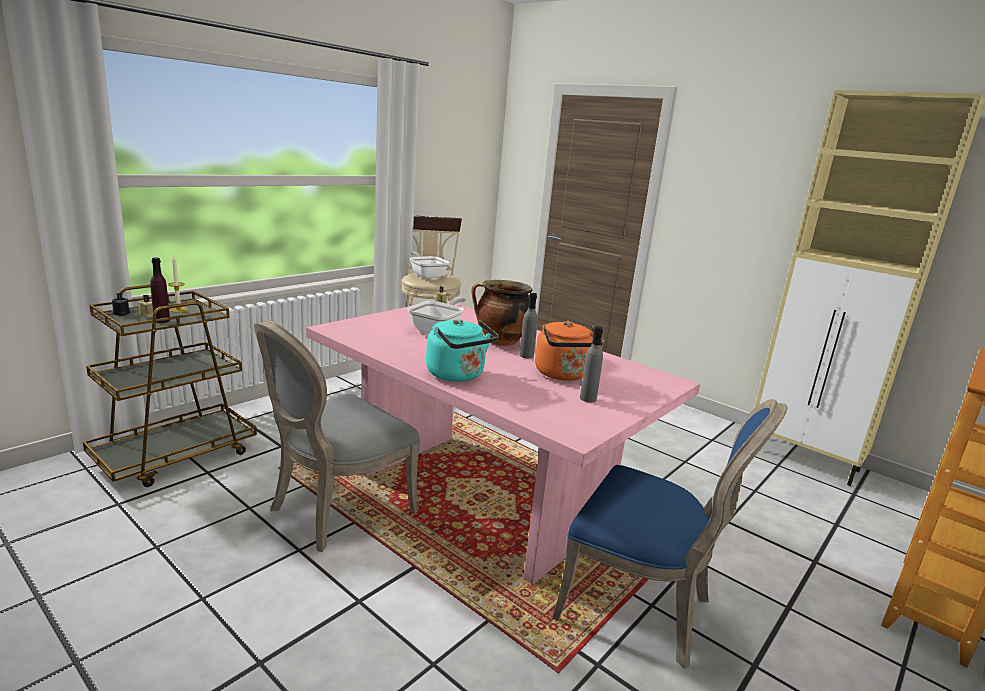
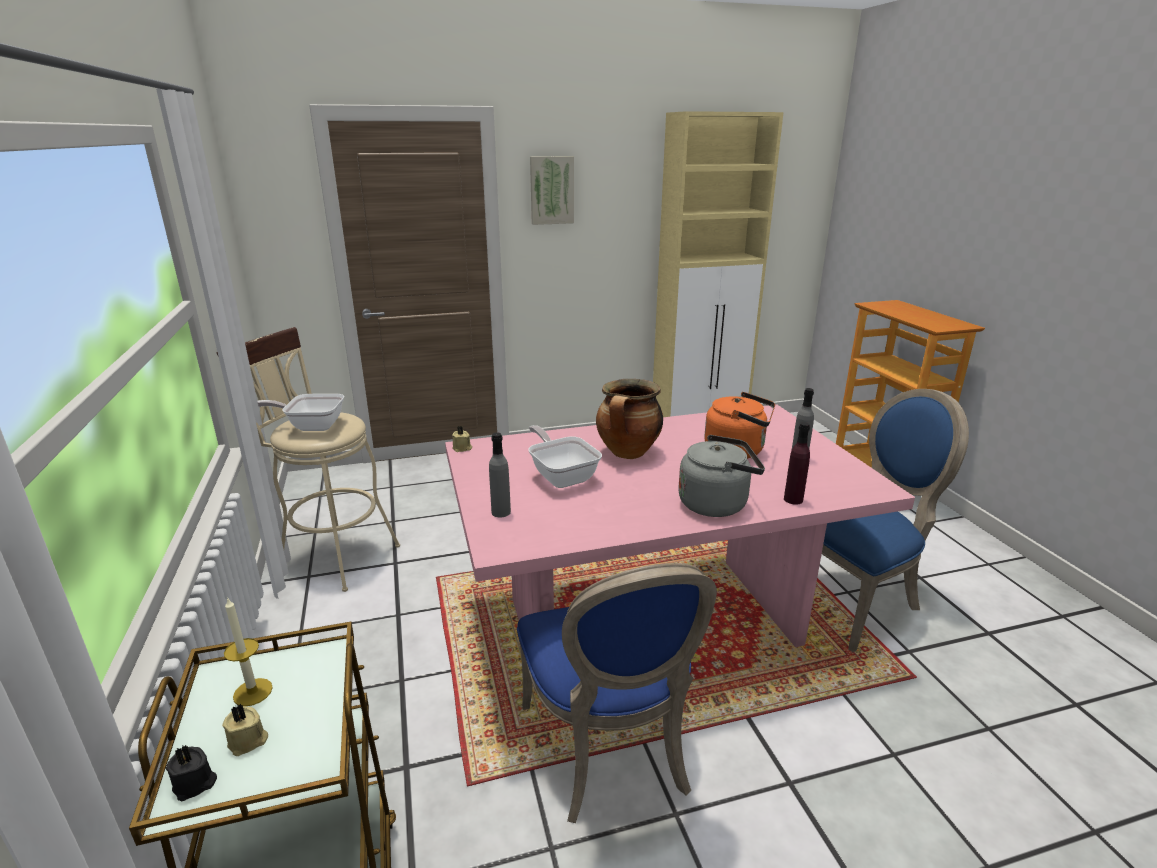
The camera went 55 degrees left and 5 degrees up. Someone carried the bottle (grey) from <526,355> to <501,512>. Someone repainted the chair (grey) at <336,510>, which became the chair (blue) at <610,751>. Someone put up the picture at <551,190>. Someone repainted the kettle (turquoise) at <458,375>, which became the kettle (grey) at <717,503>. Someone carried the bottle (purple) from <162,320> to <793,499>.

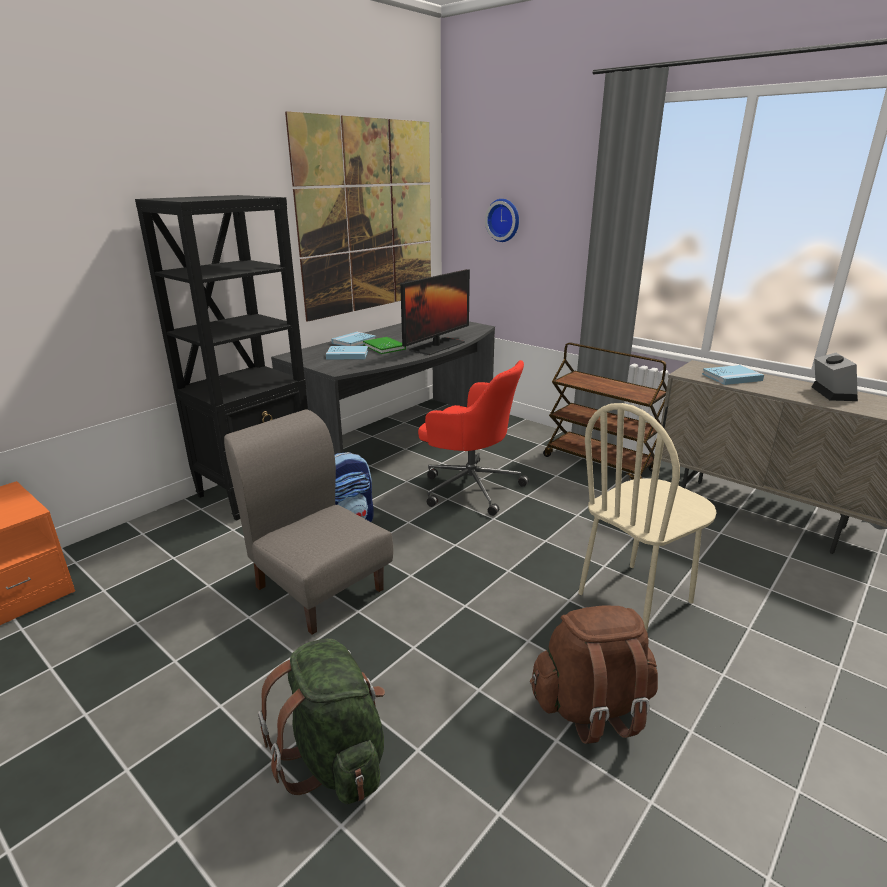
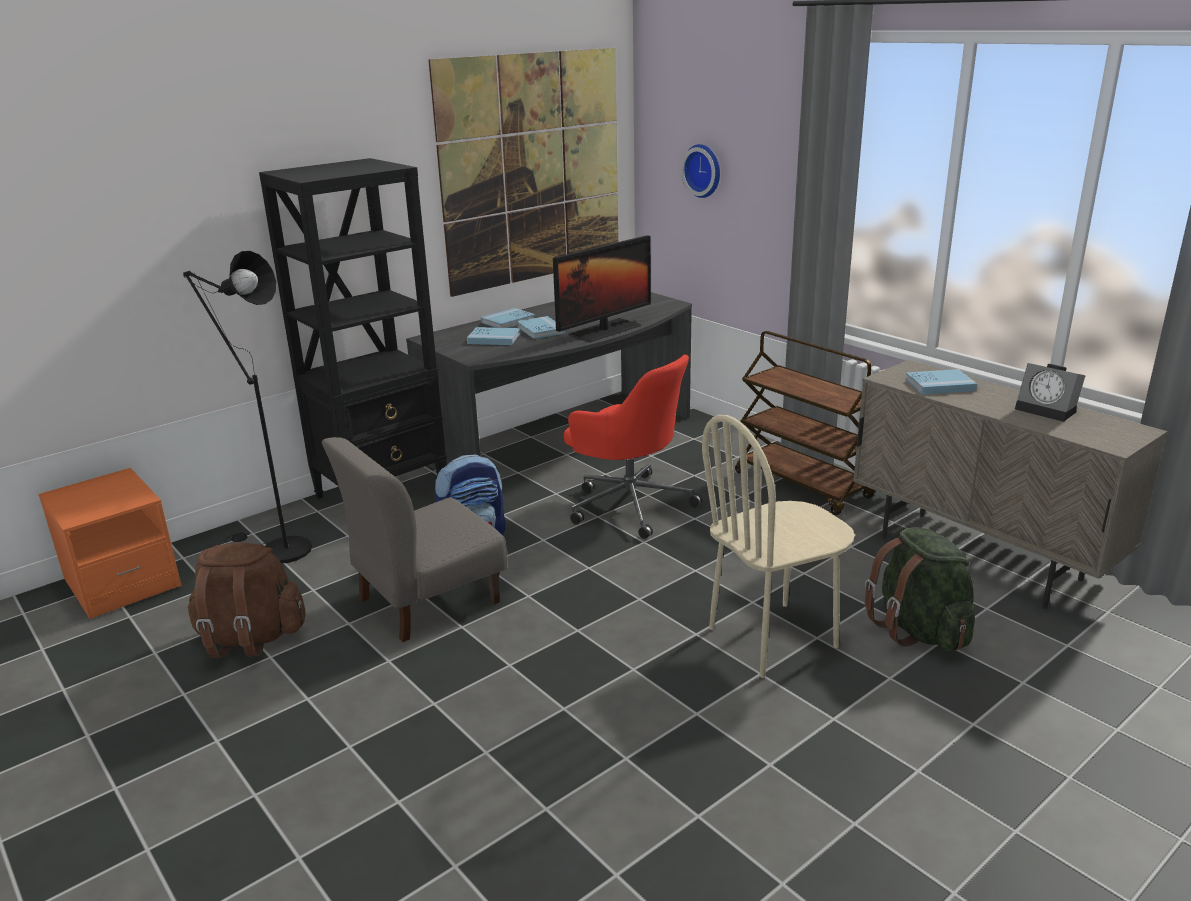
The camera went 10 degrees right and 0 degrees up. Someone put down the floor lamp (black) at <278,550>. Someone carried the backpack (brown) from <591,707> to <250,638>. Someone rotated the chair (grey) at <319,587> by 90 degrees counterclockwise. Someone repainted the book (green) at <384,347>, which became the book (blue) at <541,330>. Someone carried the backpack (green) from <335,757> to <918,630>. Someone rotated the alarm clock at <830,393> by 120 degrees clockwise.

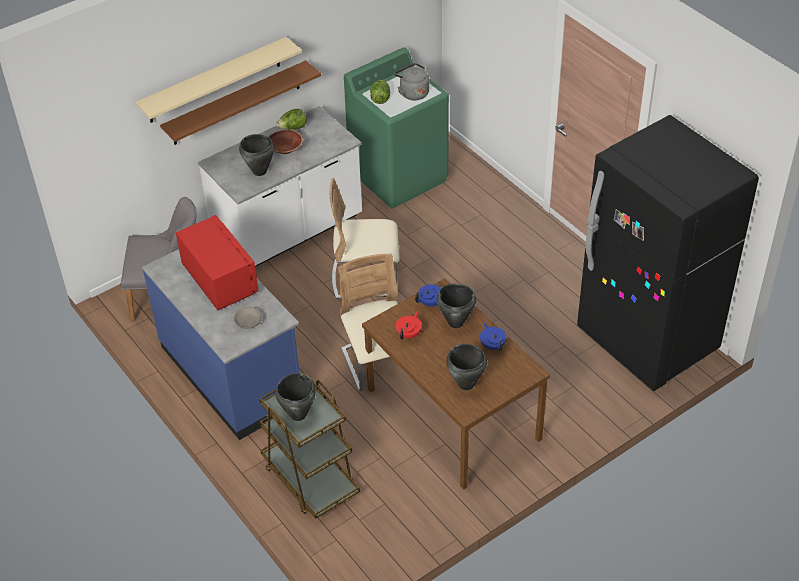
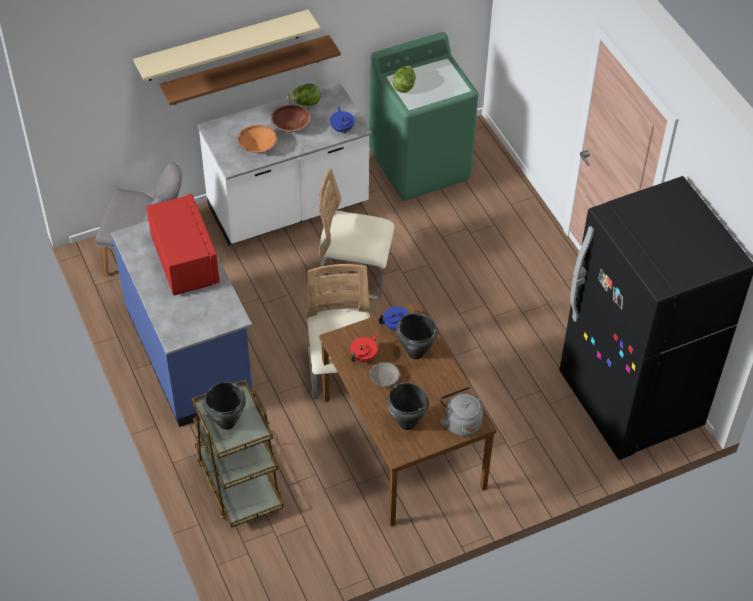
The camera went 10 degrees right and 5 degrees up. Someone swapped the cooking pot (black) at <259,171> for the bowl (orange) at <257,147>. Someone carried the teapot (blue) from <492,345> to <342,129>. Someone carried the bowl (grey) from <248,321> to <384,378>. Someone carried the kettle (grey) from <412,93> to <461,422>.

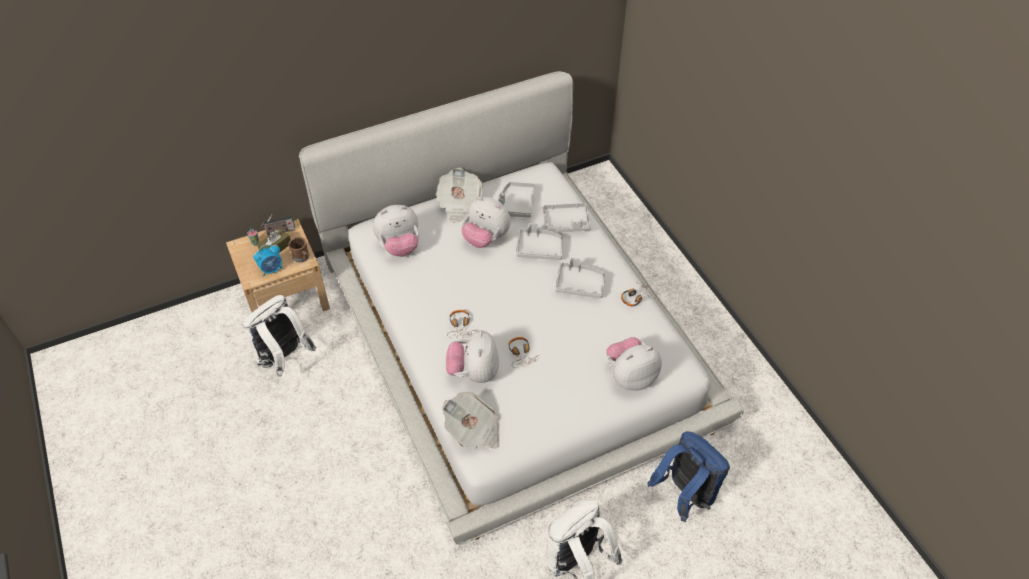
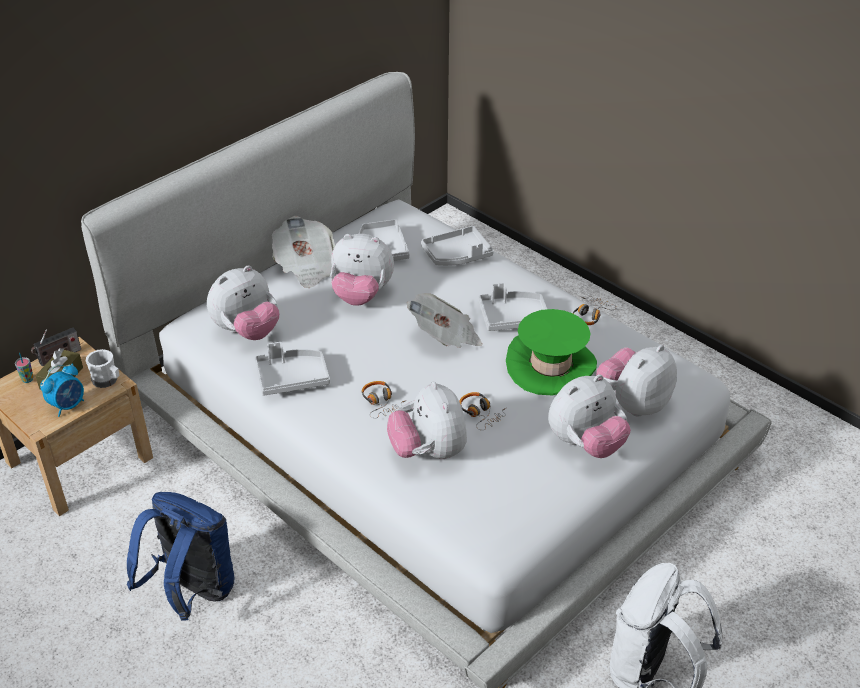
The camera went 20 degrees left and 10 degrees down. Someone repainted the mug (brown) at <302,257>, which became the mug (white) at <107,380>. Someone carried the backpack (blue) from <684,494> to <192,592>. Someone carried the tray (grey) from <539,248> to <292,378>. Someone carried the newspaper from <473,430> to <445,337>. Someone put down the hat (green) at <550,366>. Someone put down the plush toy at <585,444>. Someone took away the backpack (white) at <283,358>.

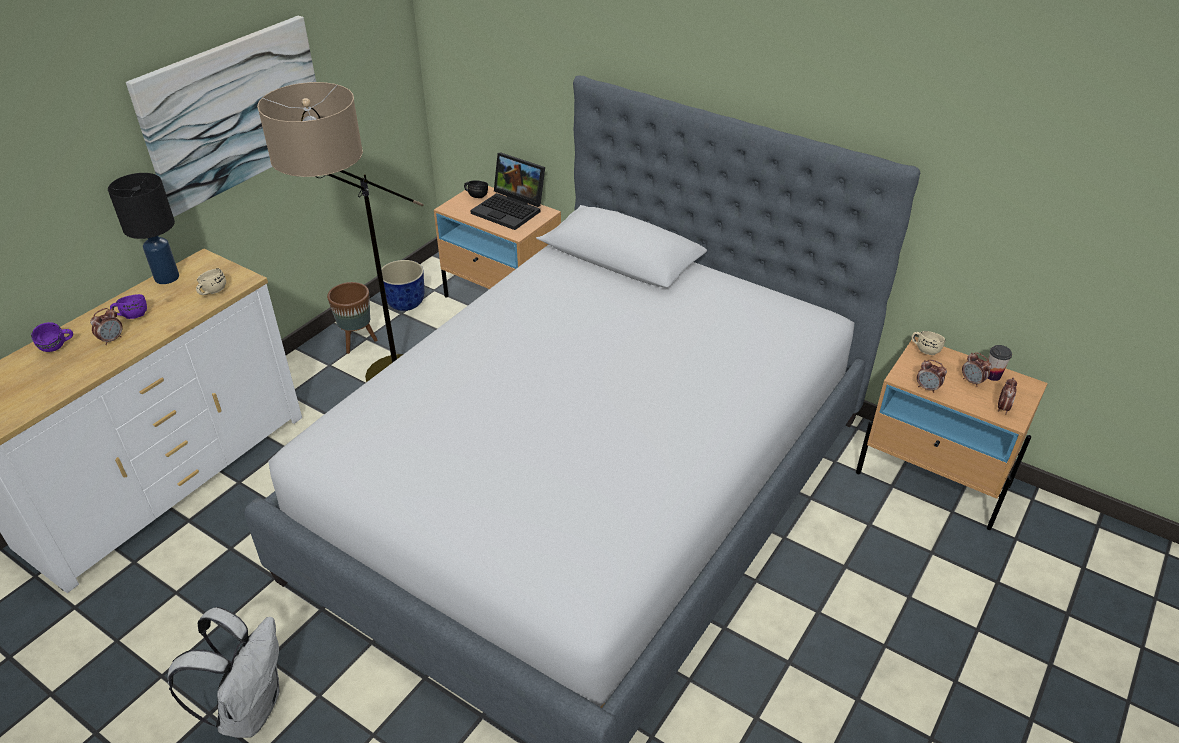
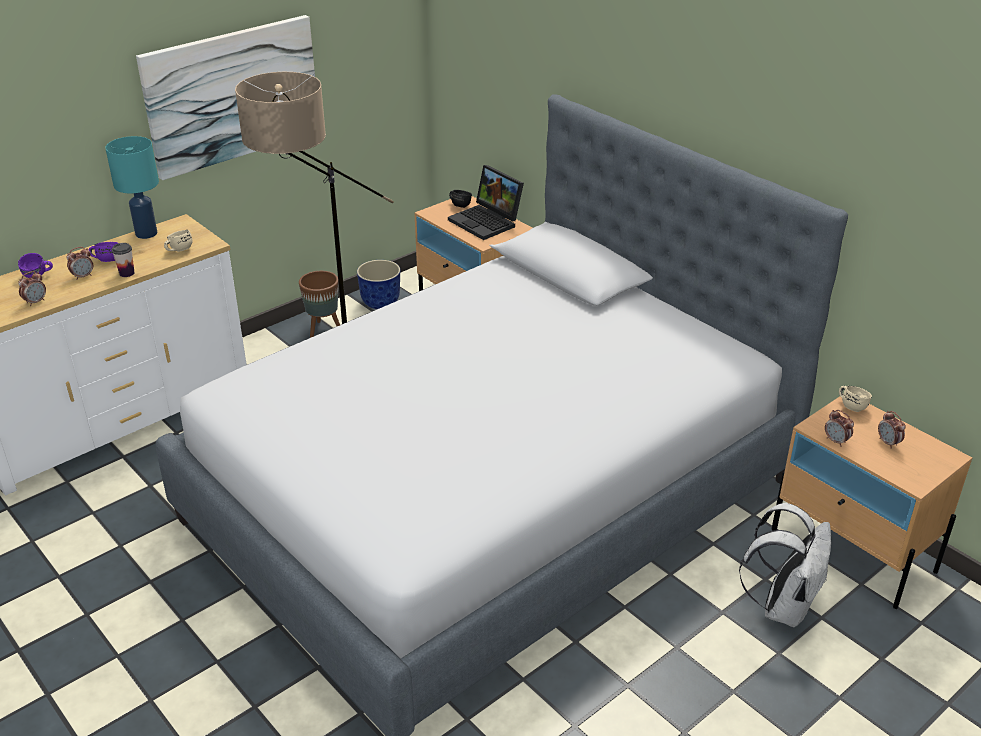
The camera went 15 degrees right and 5 degrees down. Someone carried the alarm clock from <1002,408> to <36,302>. Someone repainted the table lamp (black) at <167,277>, which became the table lamp (turquoise) at <147,233>. Someone carried the cup from <992,375> to <127,273>. Someone carried the backpack (white) from <250,708> to <783,606>.

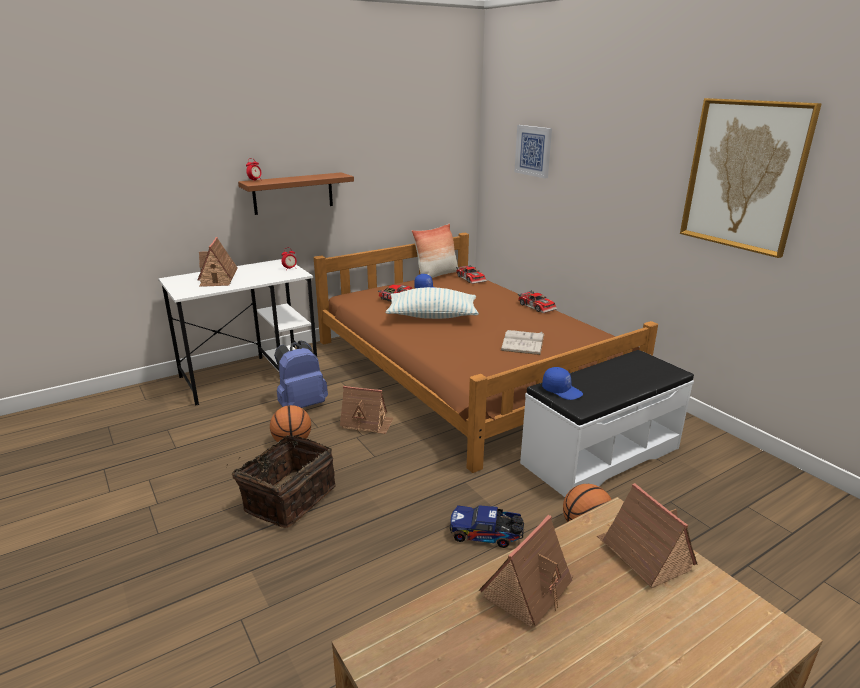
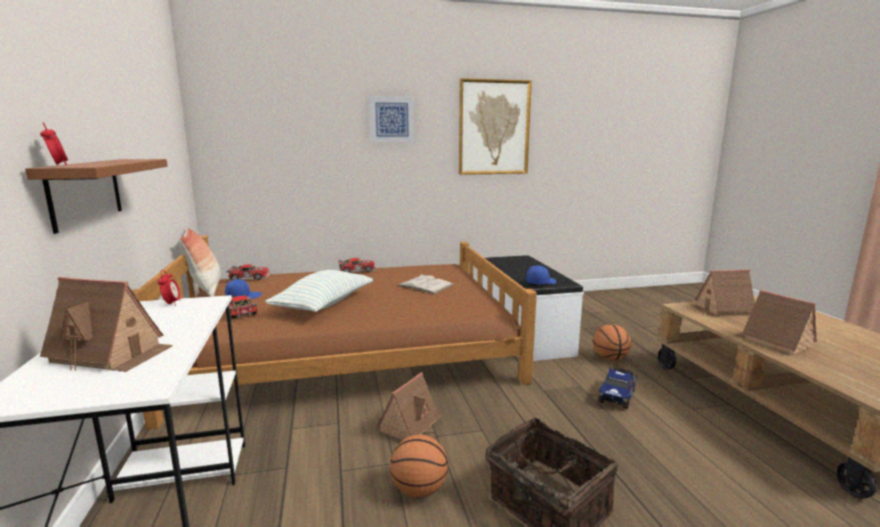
The camera went 70 degrees left and 10 degrees down. Someone carried the picture from <533,151> to <391,119>. Someone took away the backpack (blue) at <301,404>.

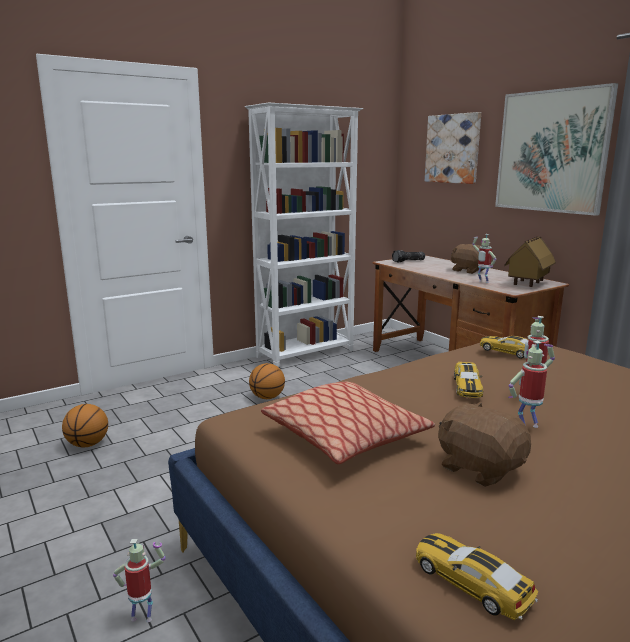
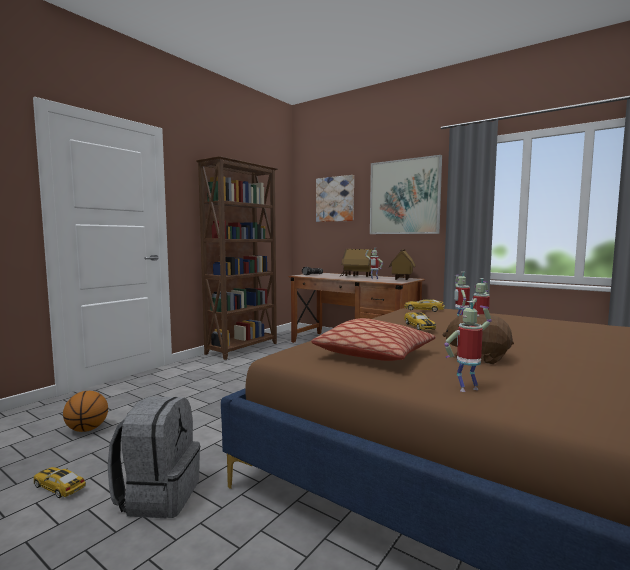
The camera went 20 degrees left and 10 degrees down. Someone carried the toy car from <470,582> to <59,487>. Someone put down the backpack (grey) at <158,495>. Someone repainted the bookcase (white) at <306,354>, which became the bookcase (brown) at <243,348>. Someone swapped the plush toy (brown) at <468,271> for the toy house at <358,276>. Someone carried the toy robot from <143,617> to <467,388>. Someone took away the basketball at <267,397>.

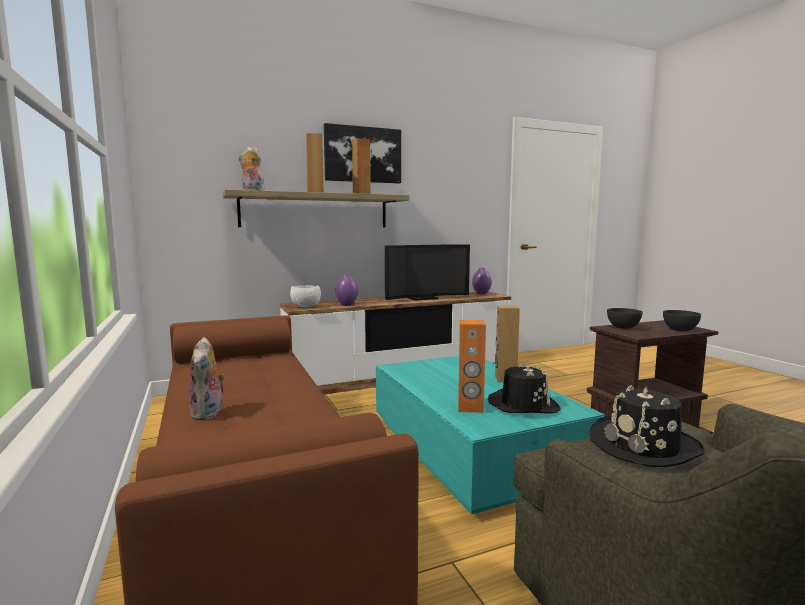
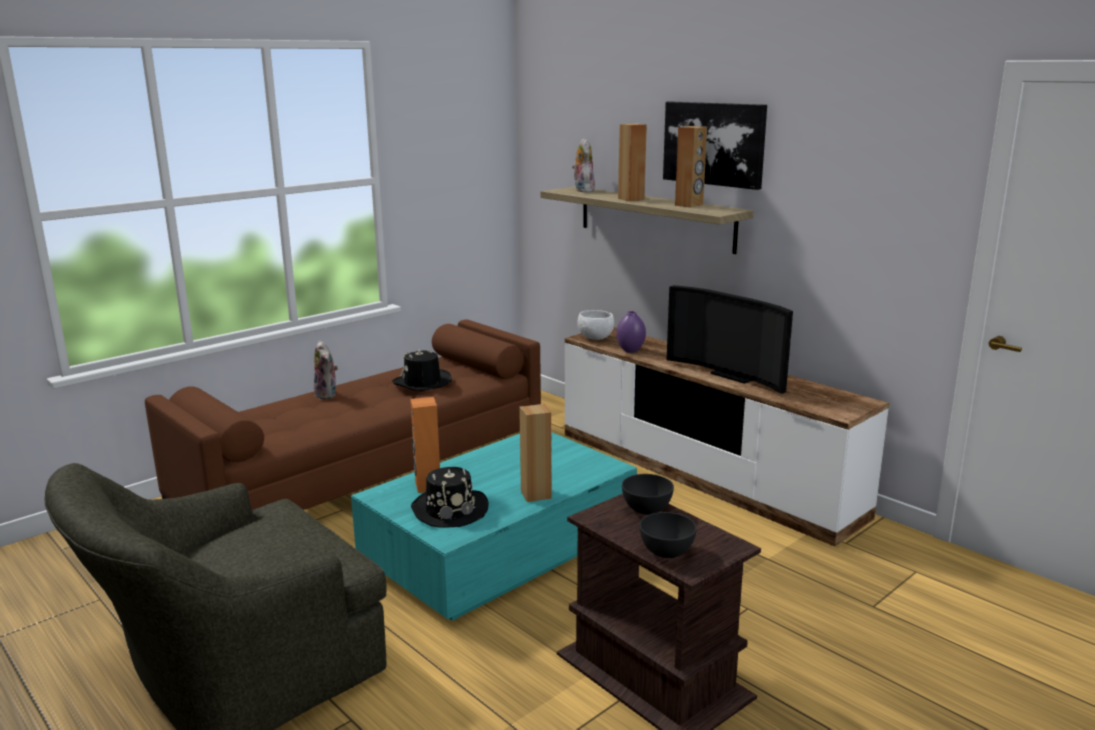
The camera went 70 degrees right and 10 degrees up. Someone rotated the plush toy at <208,413> by 90 degrees counterclockwise. Someone carried the hat (black) from <644,445> to <422,383>. Someone took away the vase (purple) at <481,294>.

